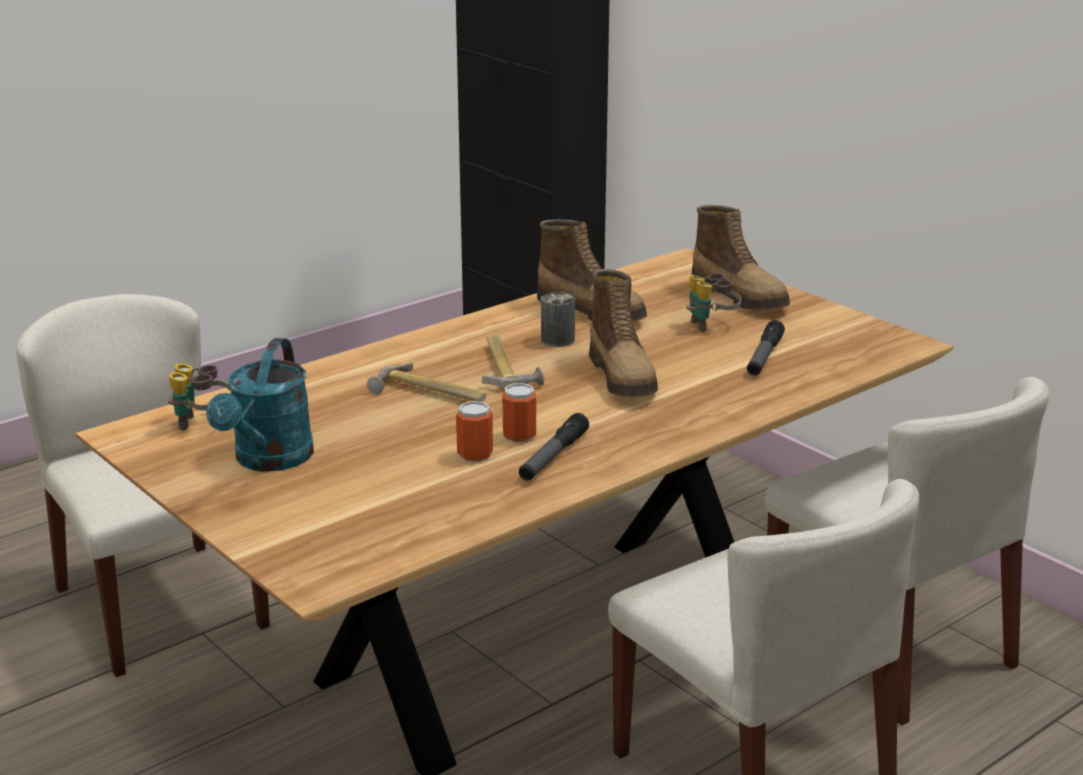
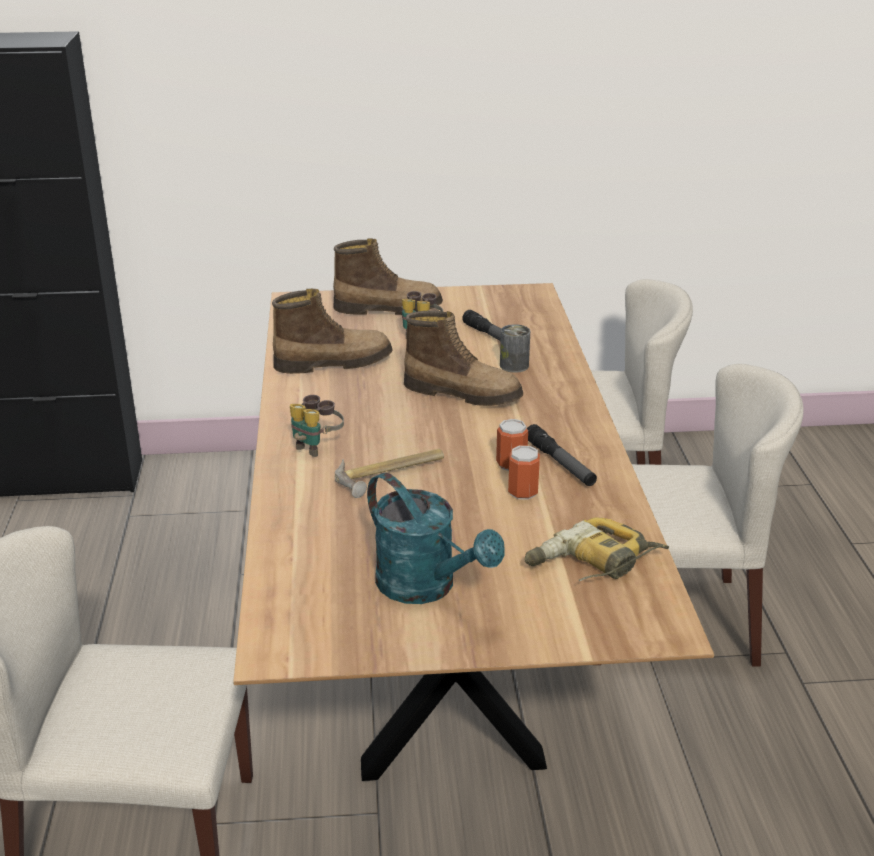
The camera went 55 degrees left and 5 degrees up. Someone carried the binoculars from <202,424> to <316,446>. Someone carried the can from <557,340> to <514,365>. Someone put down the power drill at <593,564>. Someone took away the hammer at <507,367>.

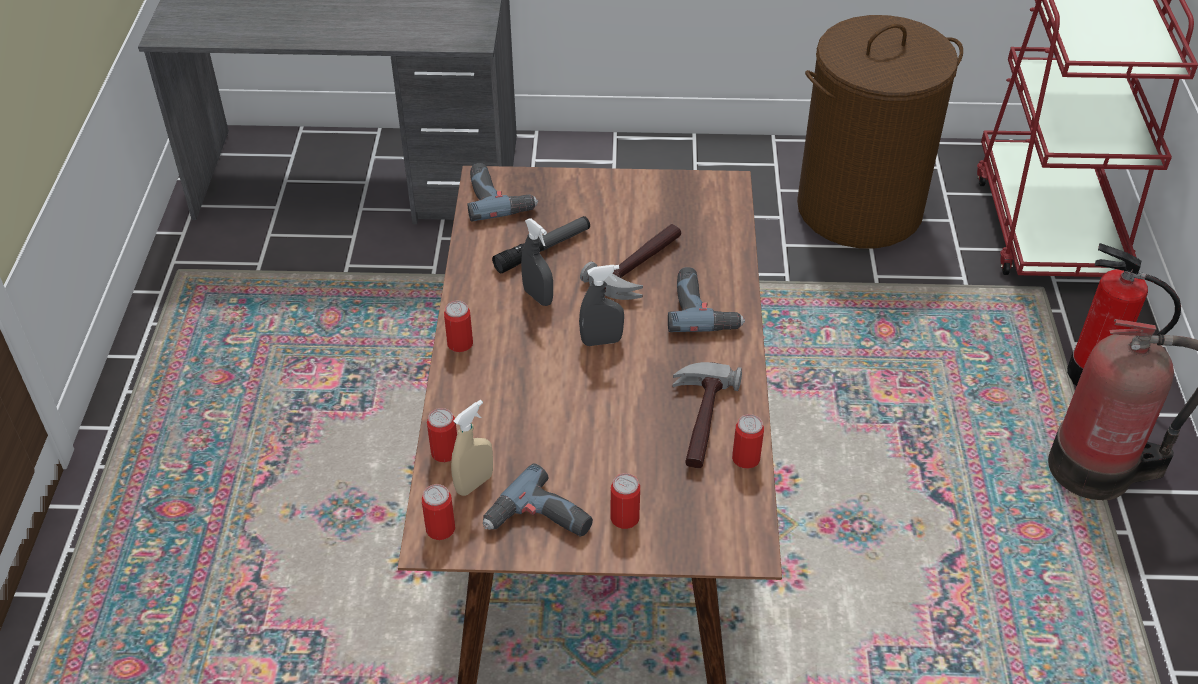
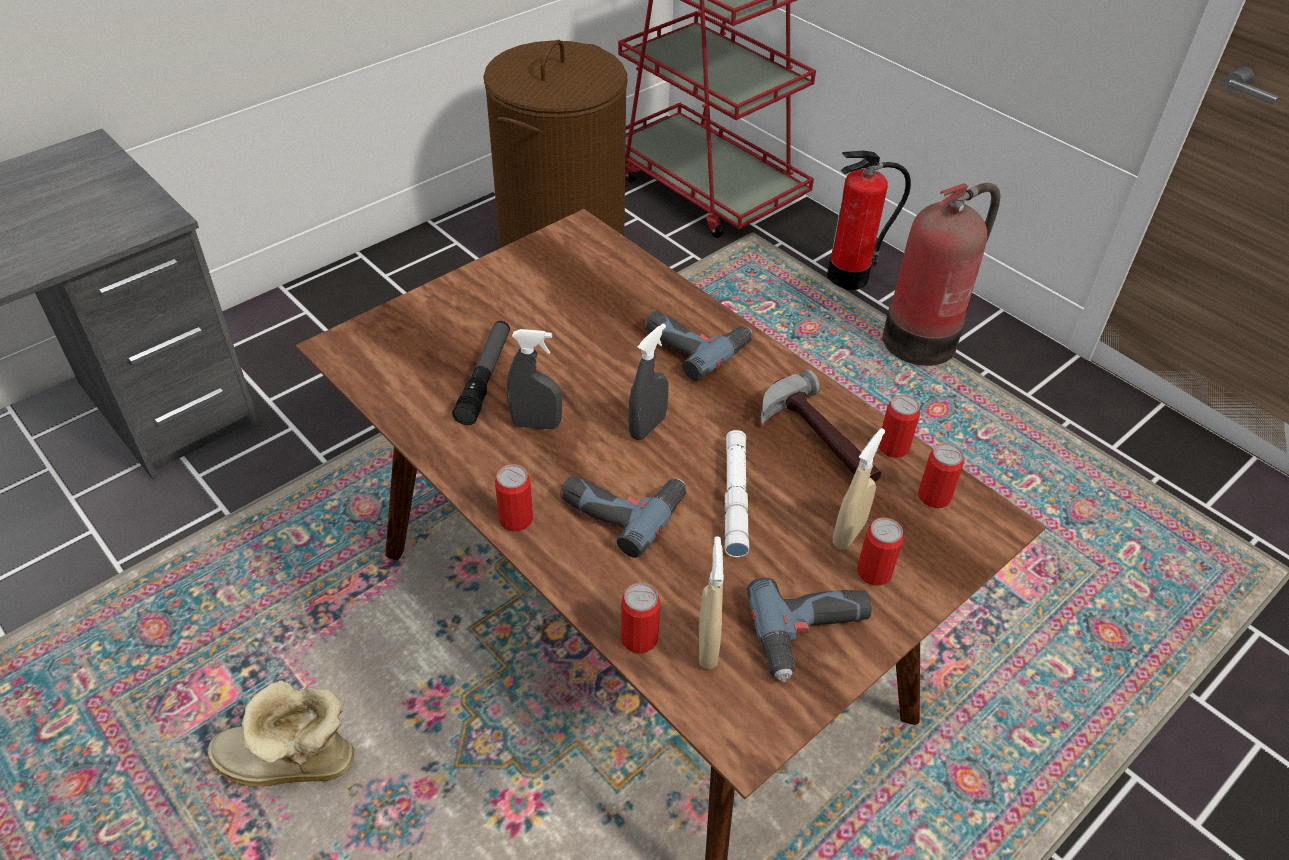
The camera went 45 degrees left and 0 degrees up. Someone put down the boot at <288,766>. Someone carried the power drill from <498,197> to <622,506>. Someone put down the flashlight (white) at <735,498>. Someone put down the spray bottle (beige) at <849,534>. Someone carried the can from <440,529> to <934,496>. Someone took away the hammer at <641,268>.

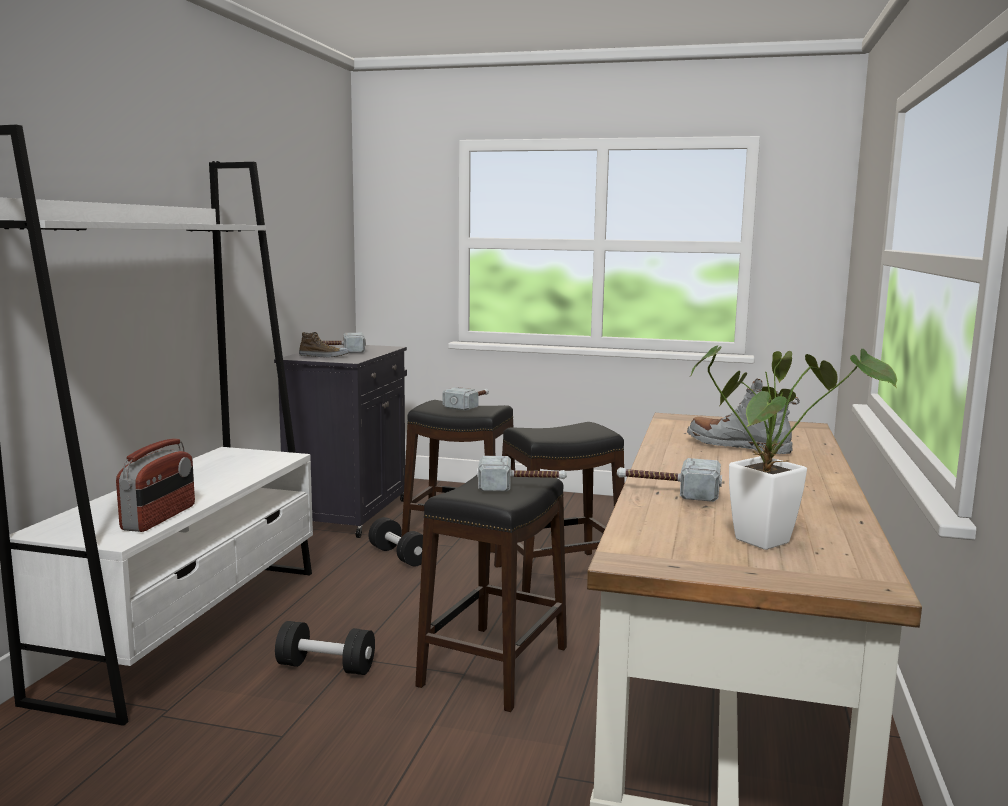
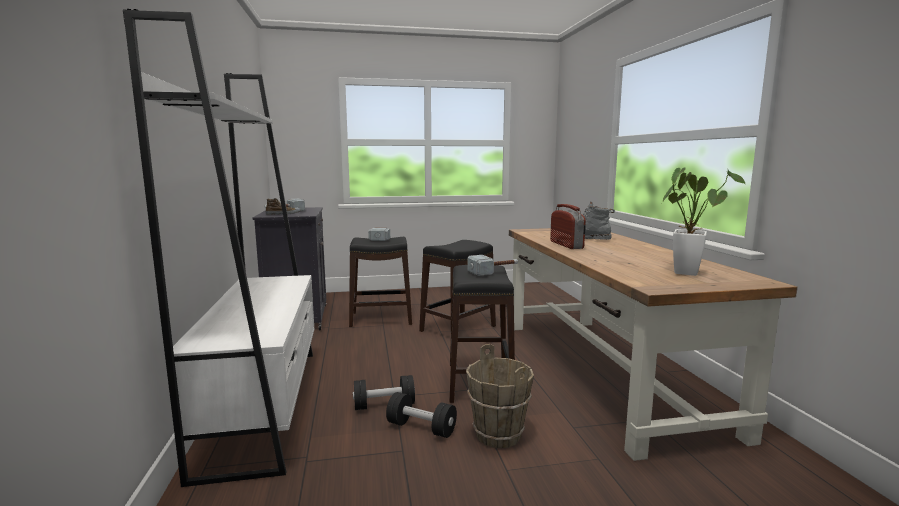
The camera went 25 degrees left and 0 degrees up. Someone carried the dumbbell (black) from <399,556> to <421,428>. Someone put down the bucket (brown) at <497,435>. Someone carried the radio from <160,518> to <566,245>. Someone took away the hammer at <667,491>.

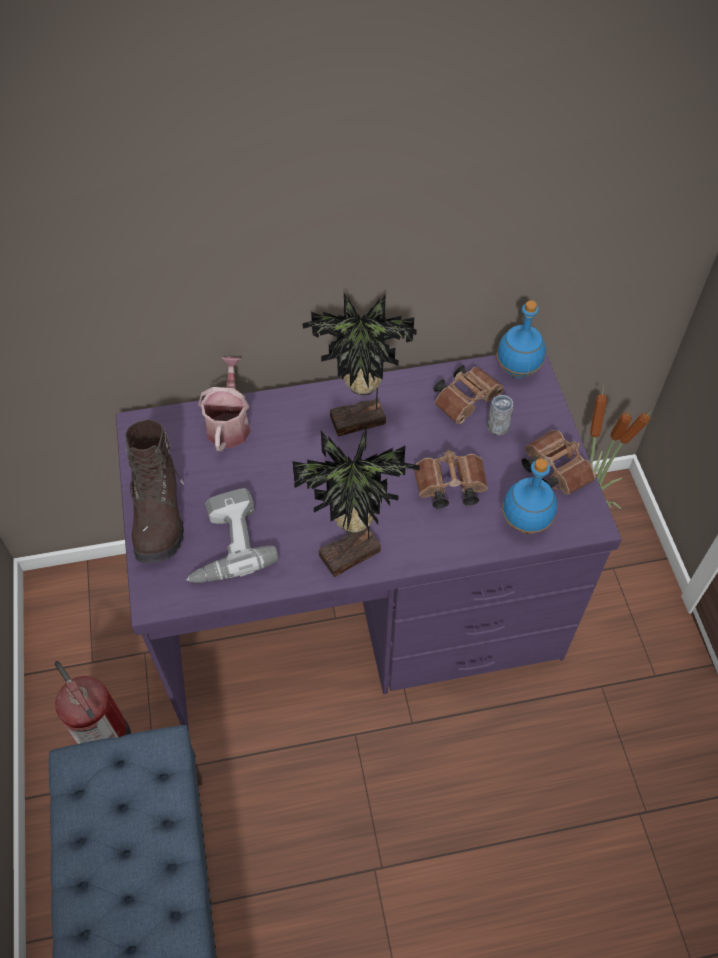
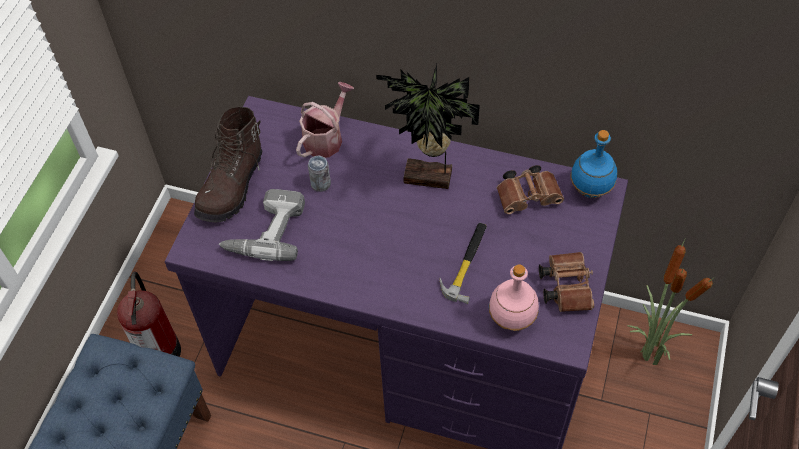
The camera went 30 degrees right and 0 degrees up. Someone carried the can from <497,427> to <320,184>. Someone swapped the binoculars (brown) at <448,487> for the hammer at <466,262>. Someone repainted the bottle (blue) at <525,522>, which became the bottle (pink) at <512,318>. Someone took away the potted plant at <353,556>.

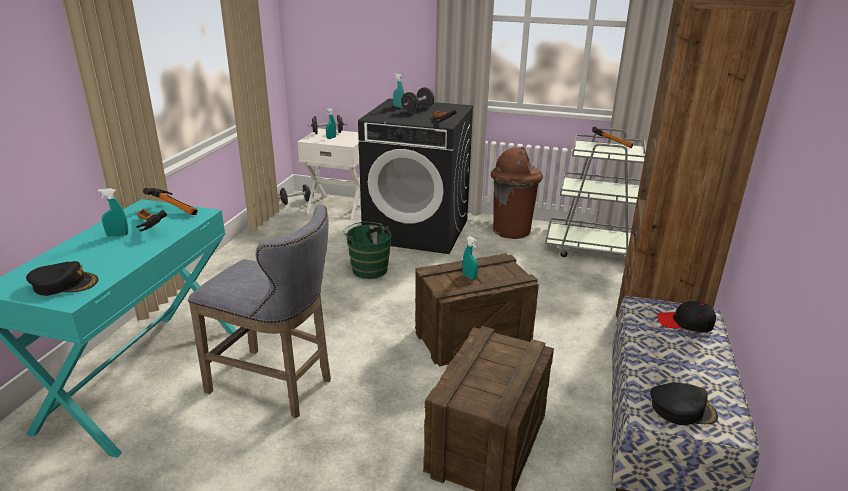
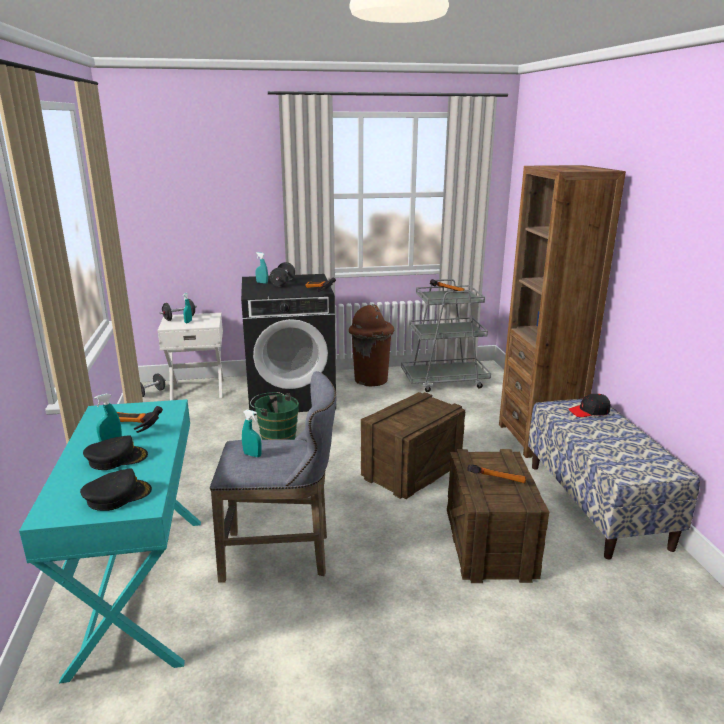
The camera went 25 degrees left and 5 degrees down. Someone carried the cap (black) from <682,409> to <117,458>. Someone carried the spray bottle (turquoise) from <469,277> to <252,455>. Someone carried the hammer from <177,209> to <494,481>.

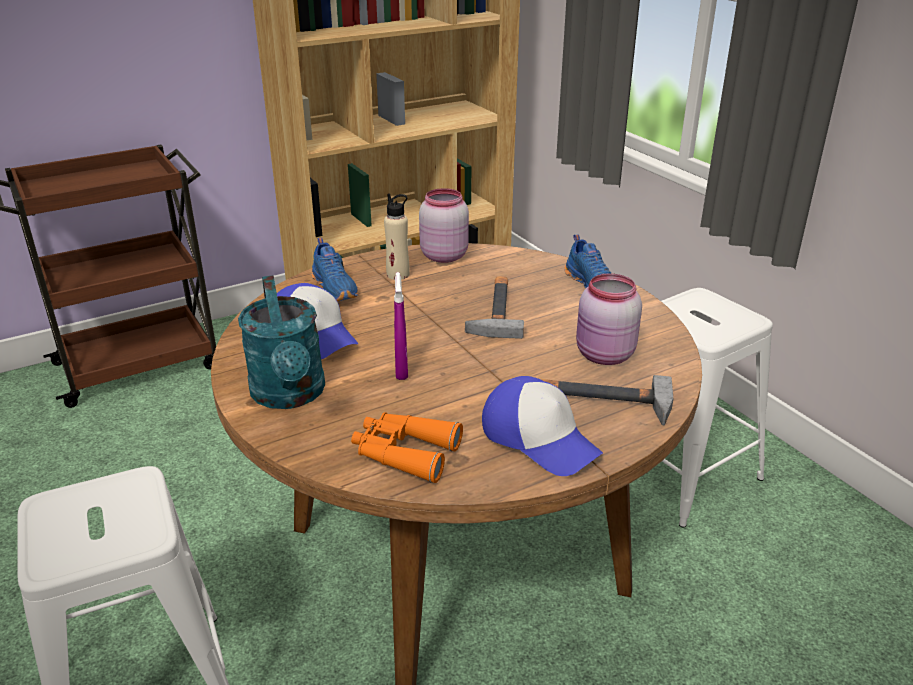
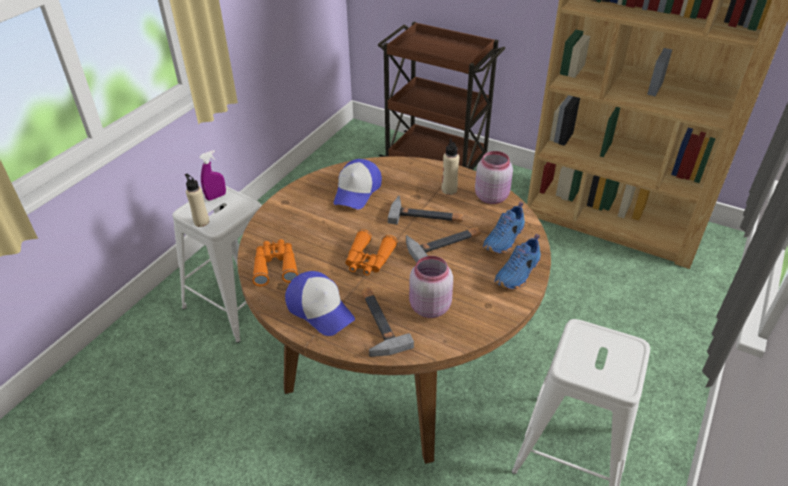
The camera went 60 degrees right and 10 degrees up. Someone put down the bottle (beige) at <201,222>. Someone carried the spray bottle (purple) from <401,370> to <216,196>. Someone rotated the cap at <539,438> by 60 degrees counterclockwise. Someone put down the binoculars (orange) at <368,260>. Someone put down the hammer at <426,216>. Someone carried the shoe (blue) from <336,289> to <505,240>. Someone took away the watering can (turquoise) at <290,395>.

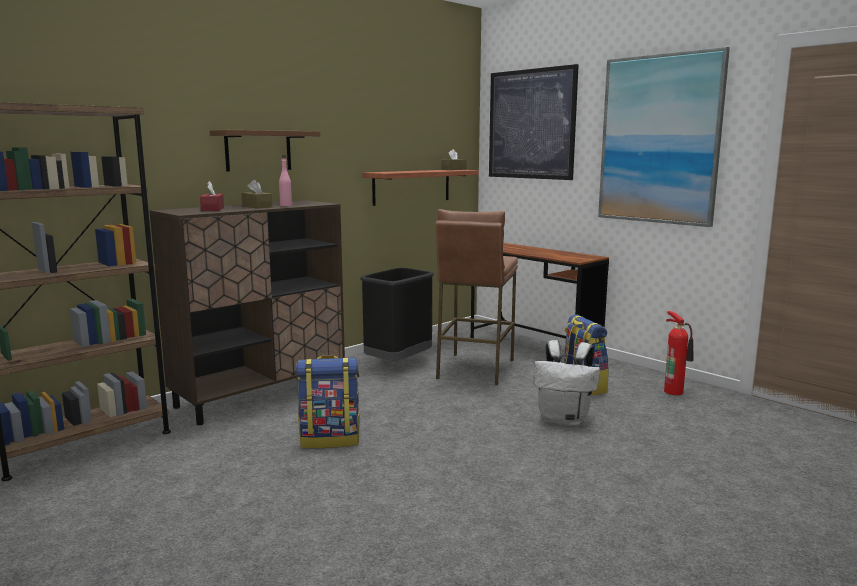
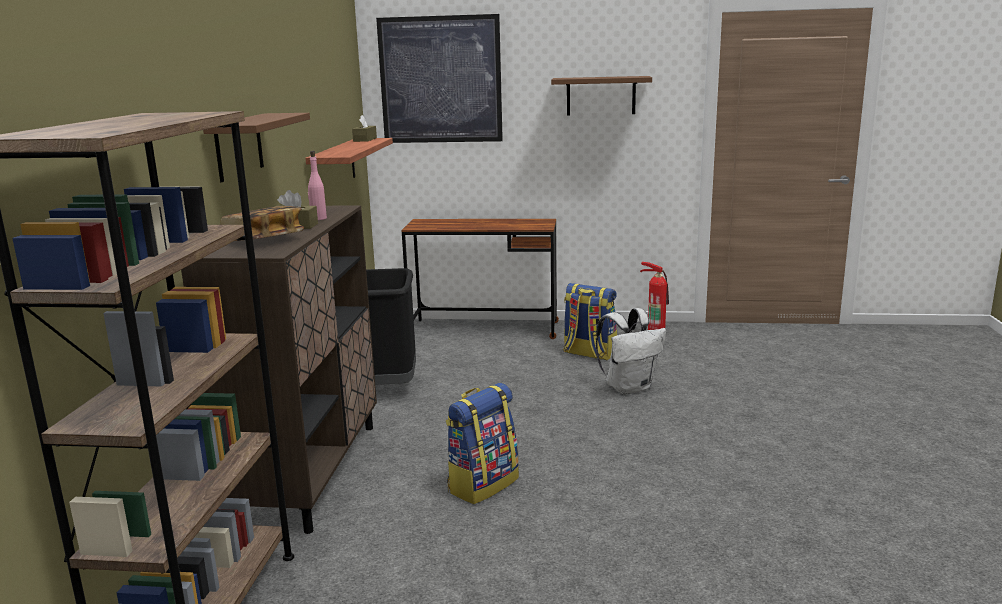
The camera went 40 degrees left and 5 degrees up. Someone swapped the tissue box (red) at <212,209> for the book at <264,240>. Someone swapped the picture at <659,140> for the shelf (brown) at <601,95>. Someone took away the stool (brown) at <474,369>.

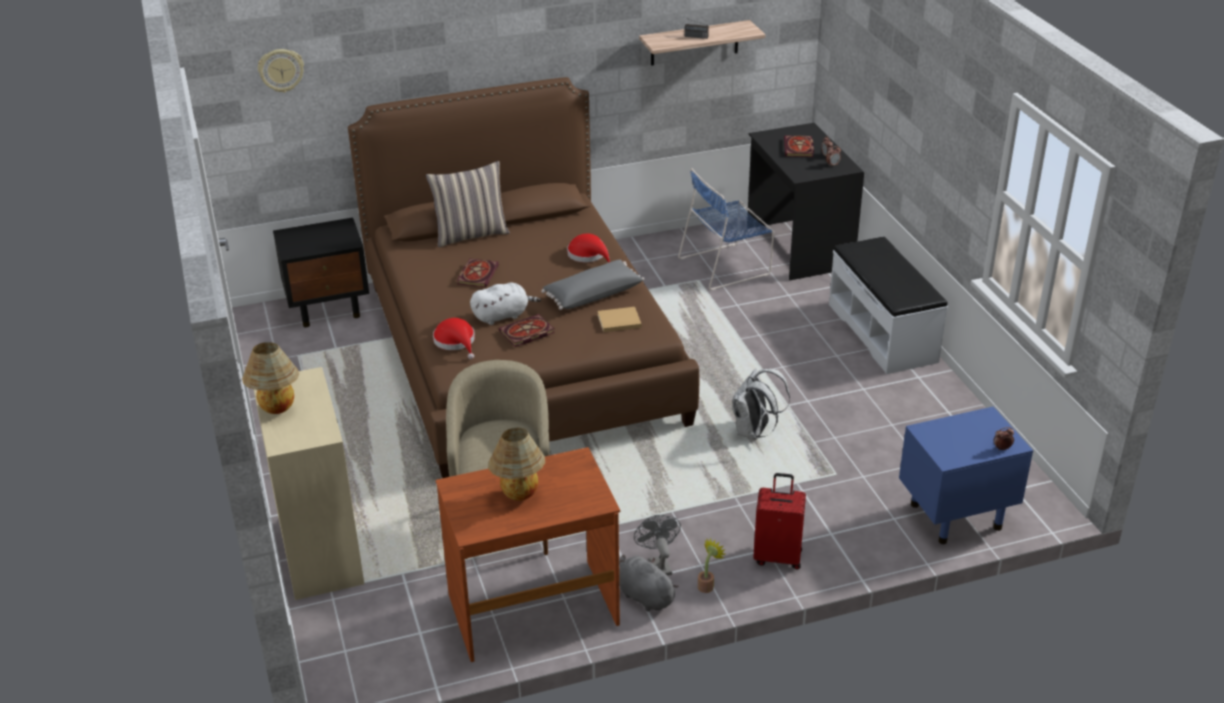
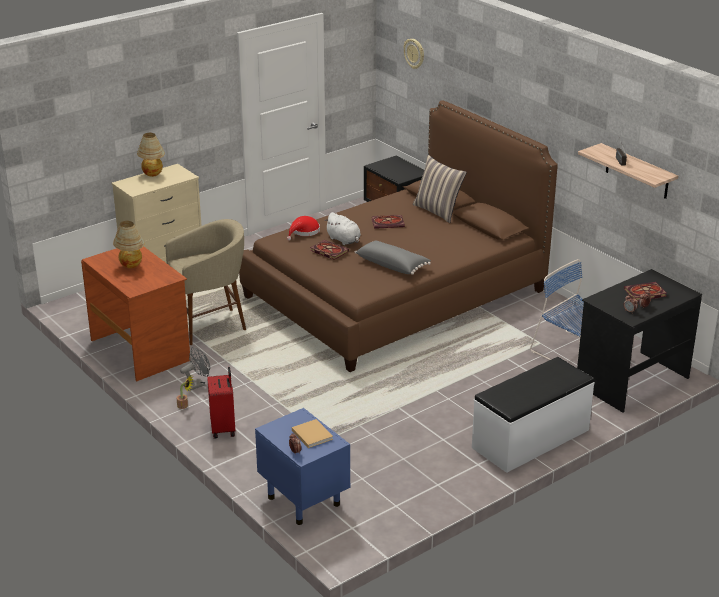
The camera went 70 degrees right and 5 degrees down. Someone carried the book (beige) from <617,321> to <311,434>. Someone took away the hat (red) at <589,255>. Someone took away the plush toy (grey) at <644,595>. Someone took away the backpack (white) at <754,432>.

